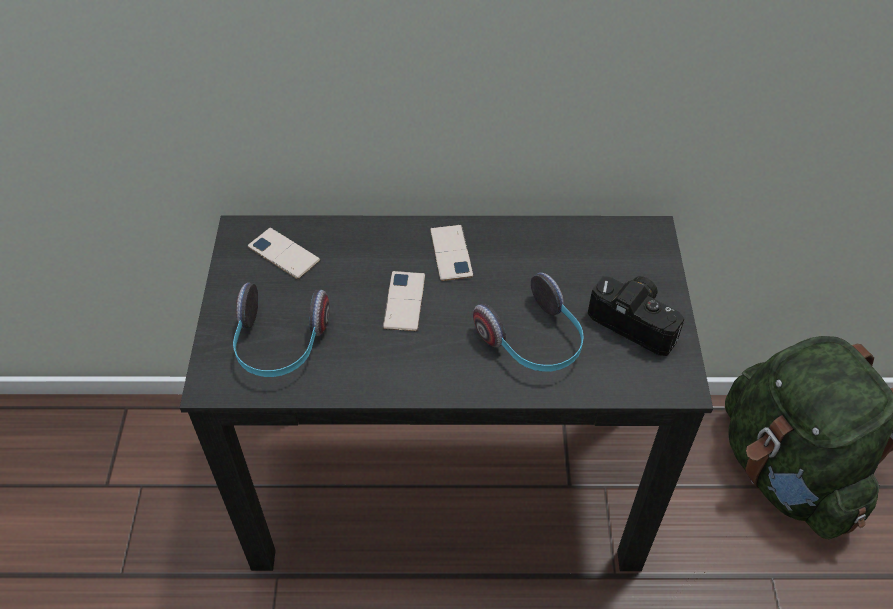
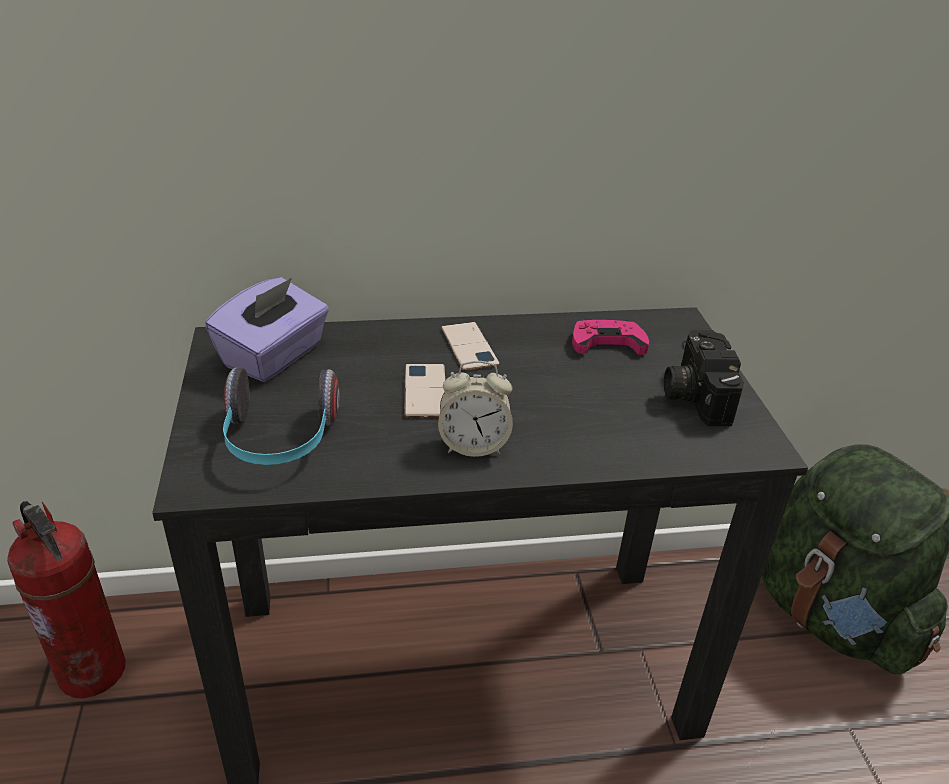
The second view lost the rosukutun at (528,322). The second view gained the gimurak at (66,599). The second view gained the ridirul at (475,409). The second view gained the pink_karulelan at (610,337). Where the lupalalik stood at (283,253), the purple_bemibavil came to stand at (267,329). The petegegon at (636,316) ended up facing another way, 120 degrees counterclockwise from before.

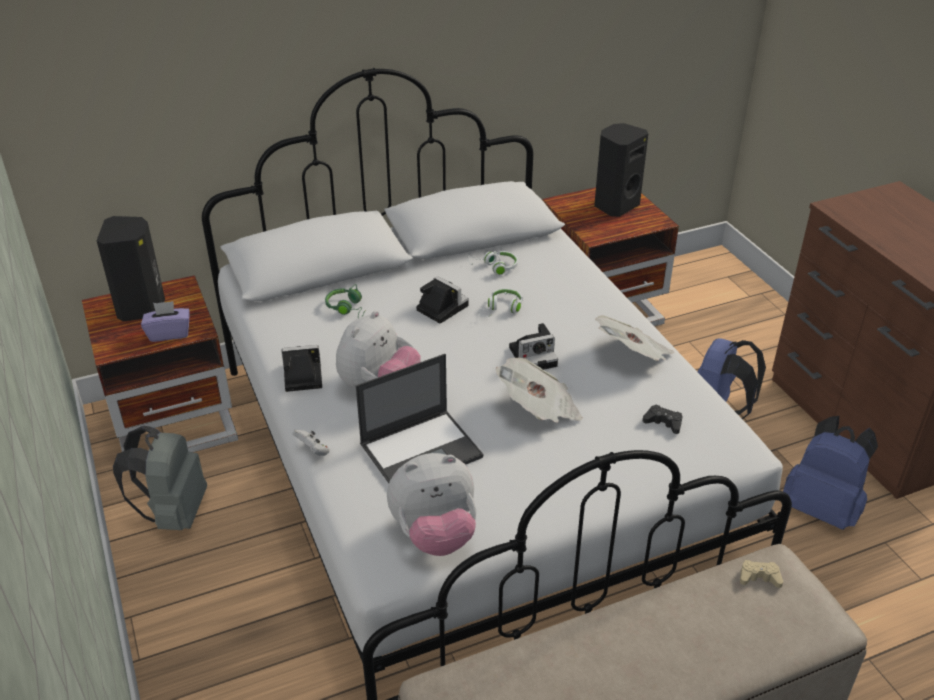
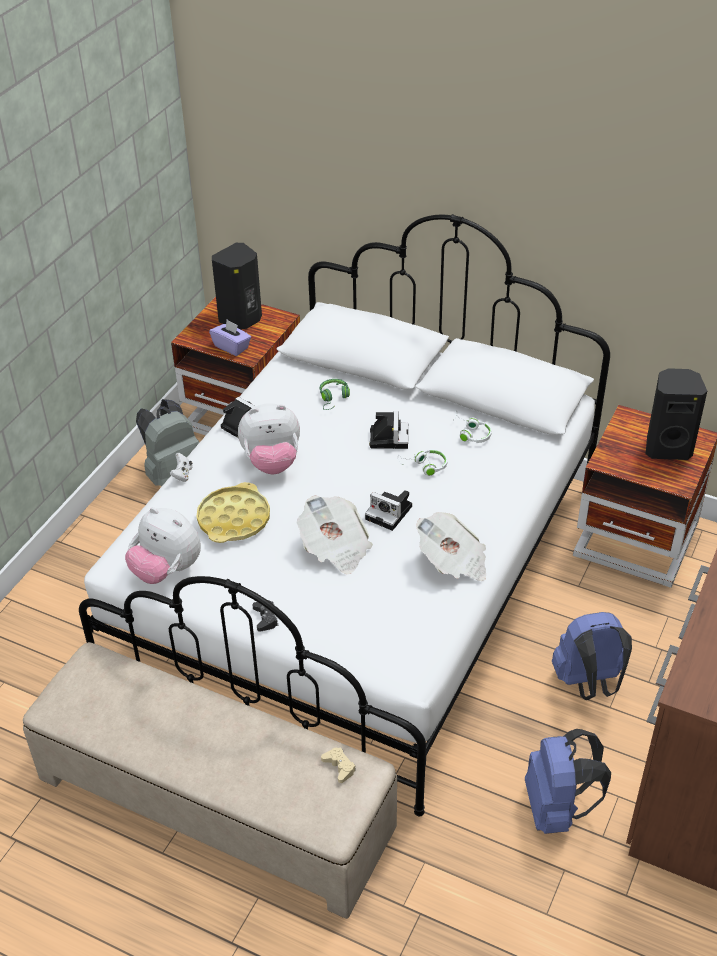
The black_karulelan ended up elsewhere, having gone from (663,419) to (265,616). Where the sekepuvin stood at (420,418), the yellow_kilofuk came to stand at (233,512).

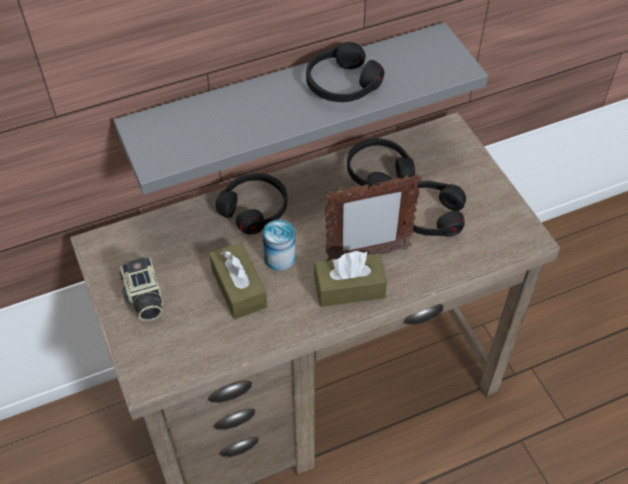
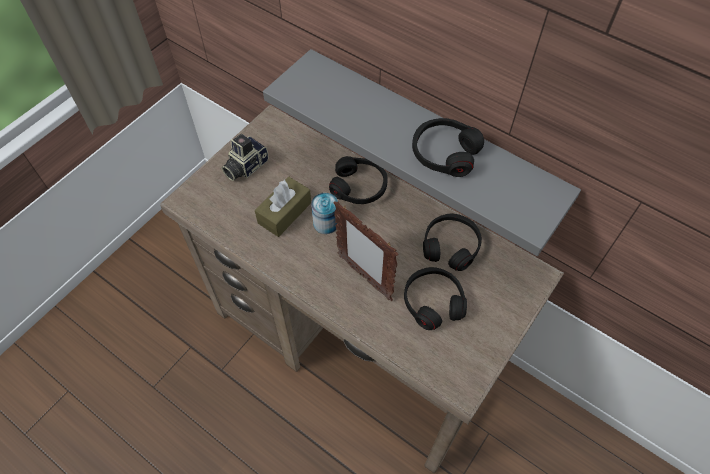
The second view lost the brown_bemibavil at (350,279).

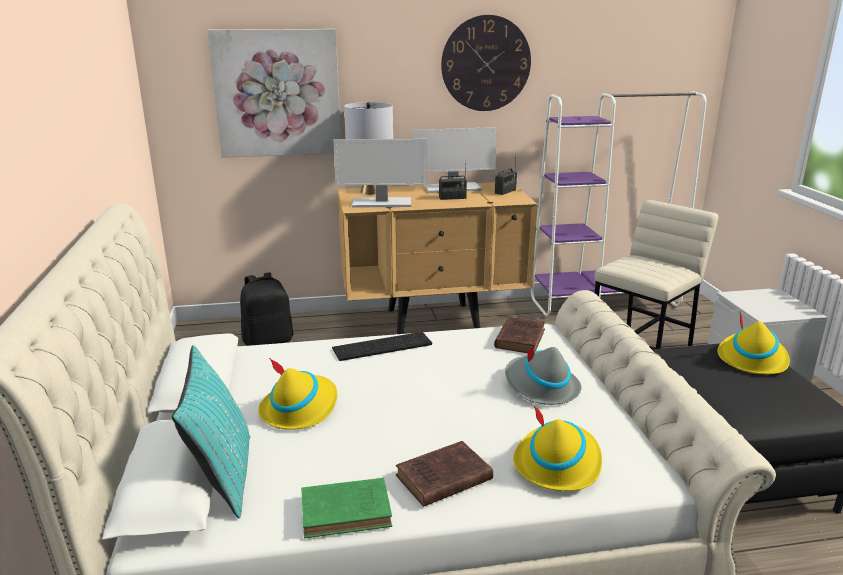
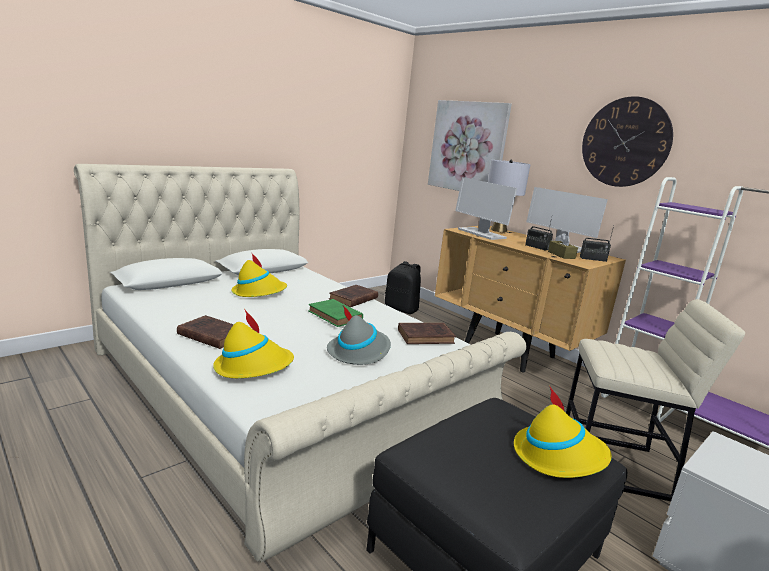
The second view lost the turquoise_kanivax at (211,431). The second view gained the brown_bemibavil at (563,246). The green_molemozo ended up elsewhere, having gone from (346,508) to (335,313). Where the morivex stood at (382,346), the brown_molemozo came to stand at (353,296).

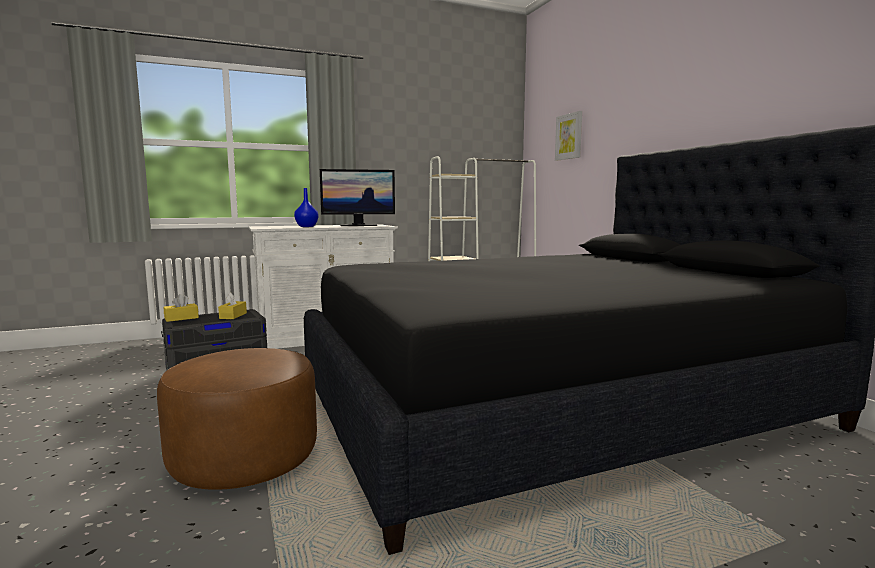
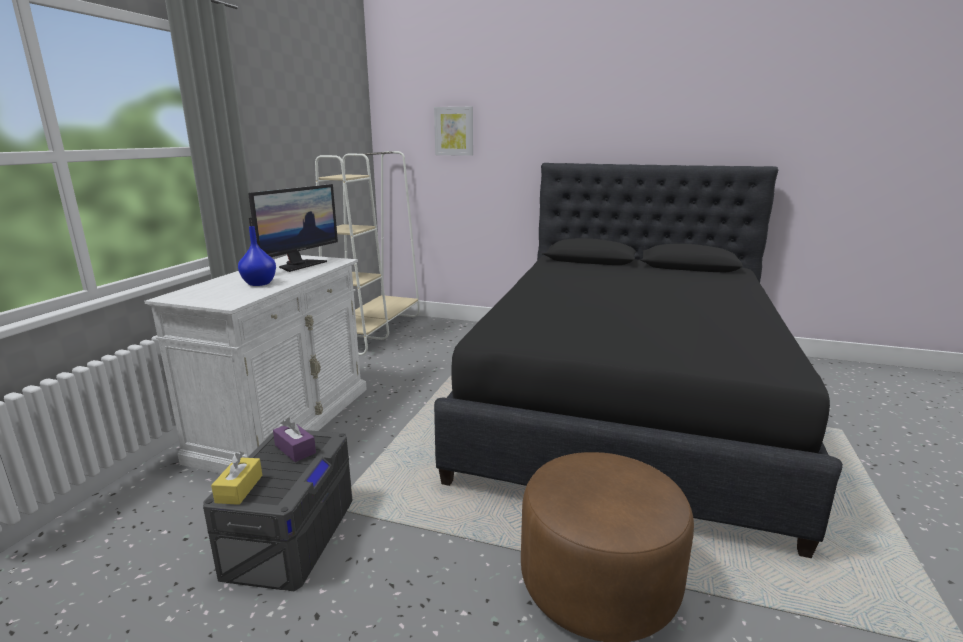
What was the yellow_bemibavil at (232,305) turned into the purple_bemibavil at (294,440).

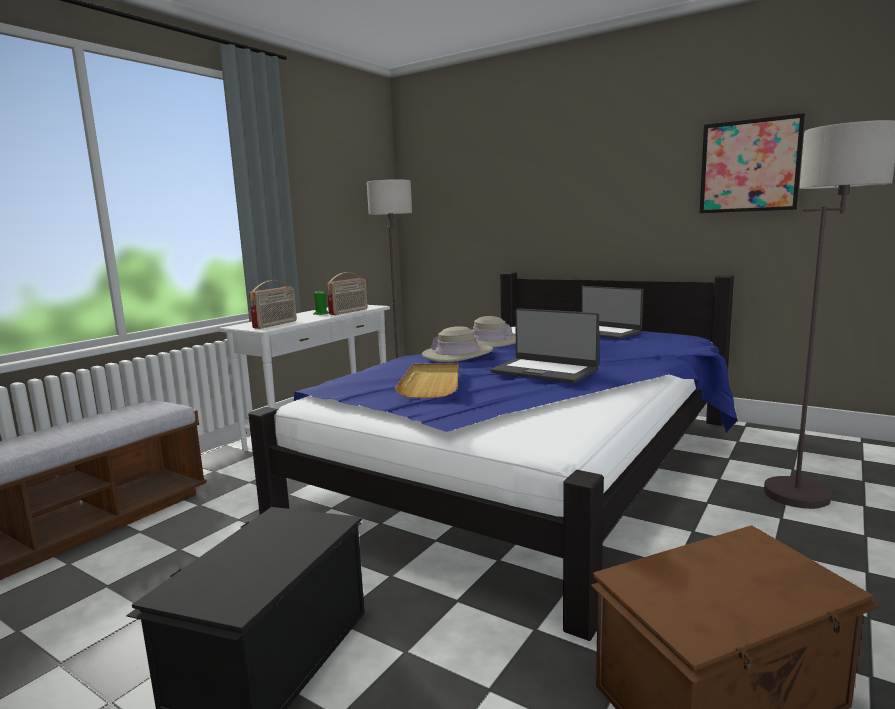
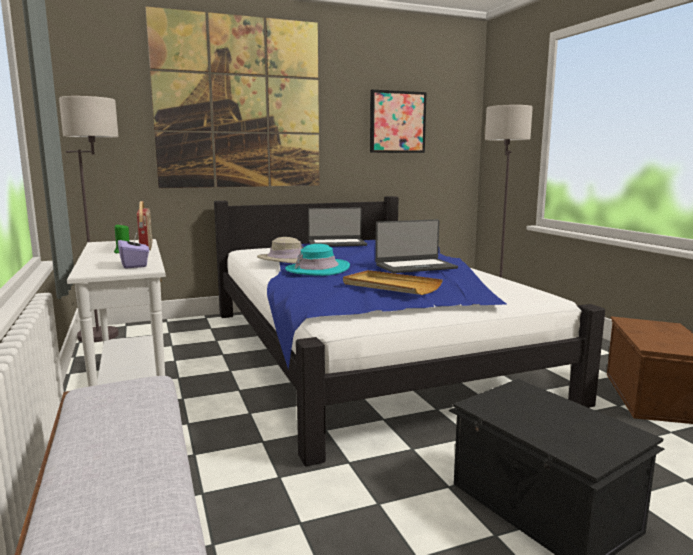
The second view gained the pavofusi at (232,97). Where the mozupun stood at (273,304), the purple_bemibavil came to stand at (133,250). What was the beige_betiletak at (457,344) turned into the turquoise_betiletak at (317,260).

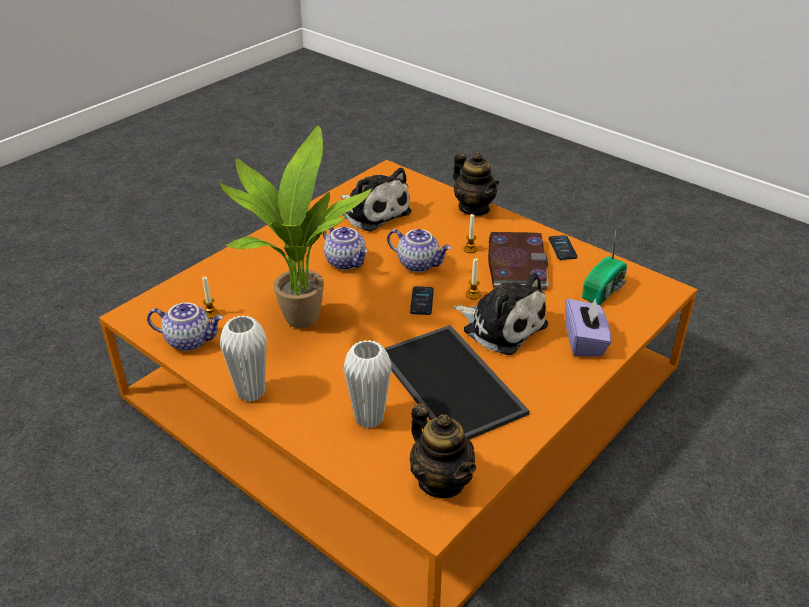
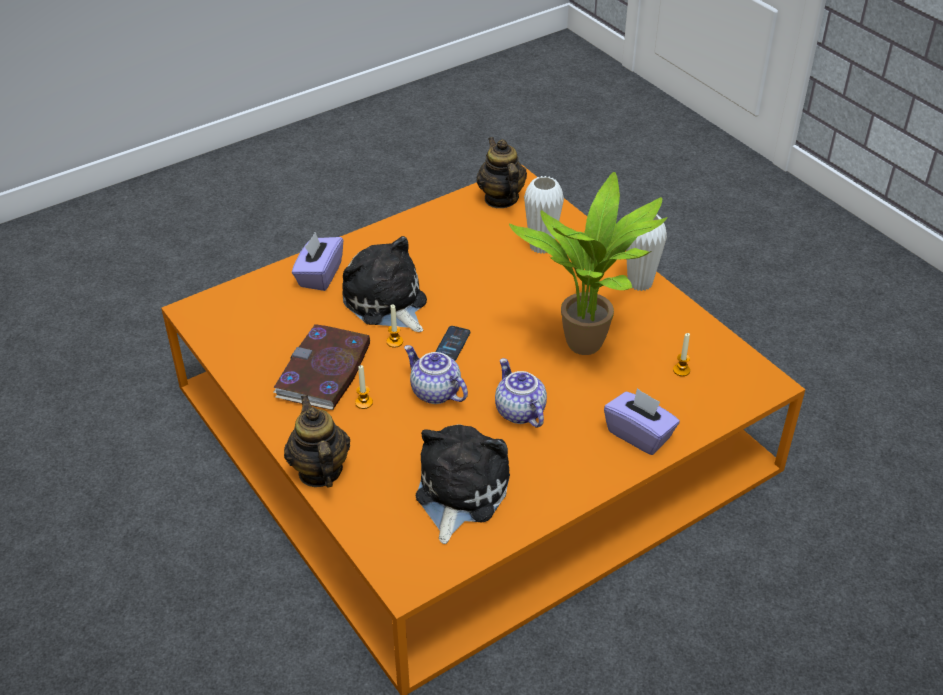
The second view lost the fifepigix at (185,327). The second view lost the kilofuk at (456,382). The second view lost the lupalalik at (563,247). The second view lost the mozupun at (604,268). The second view gained the purple_bemibavil at (642,421). The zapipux at (376,200) ended up facing another way, 45 degrees clockwise from before.

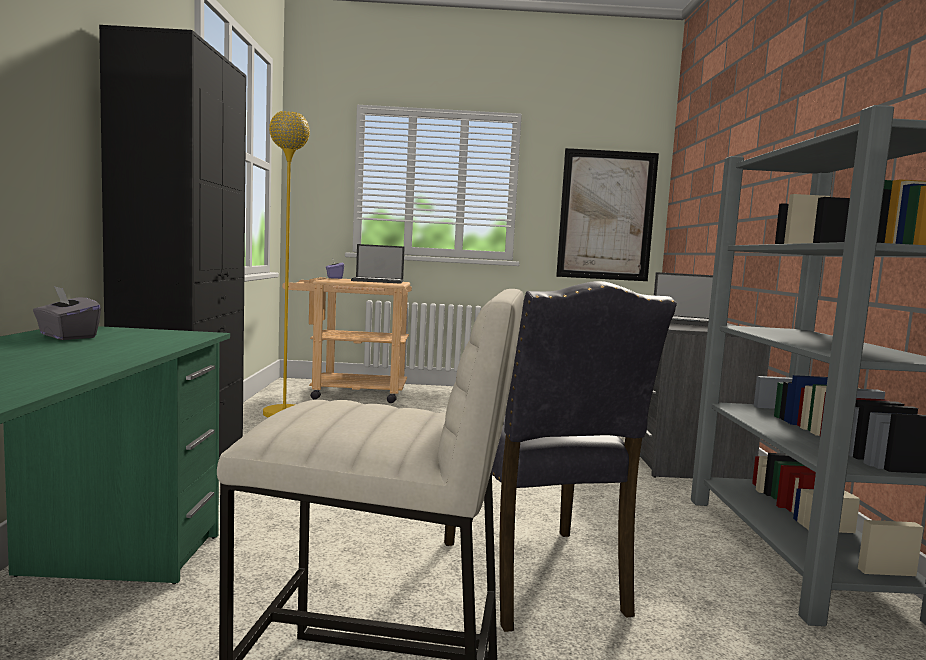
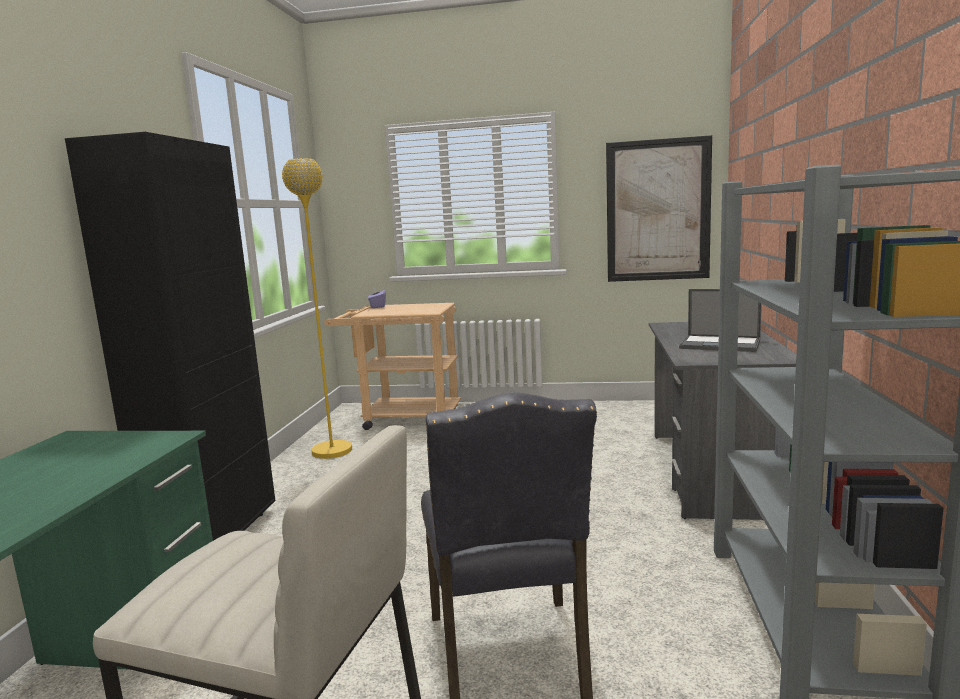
The second view lost the grey_bemibavil at (67,313). The second view lost the sekepuvin at (378,264).

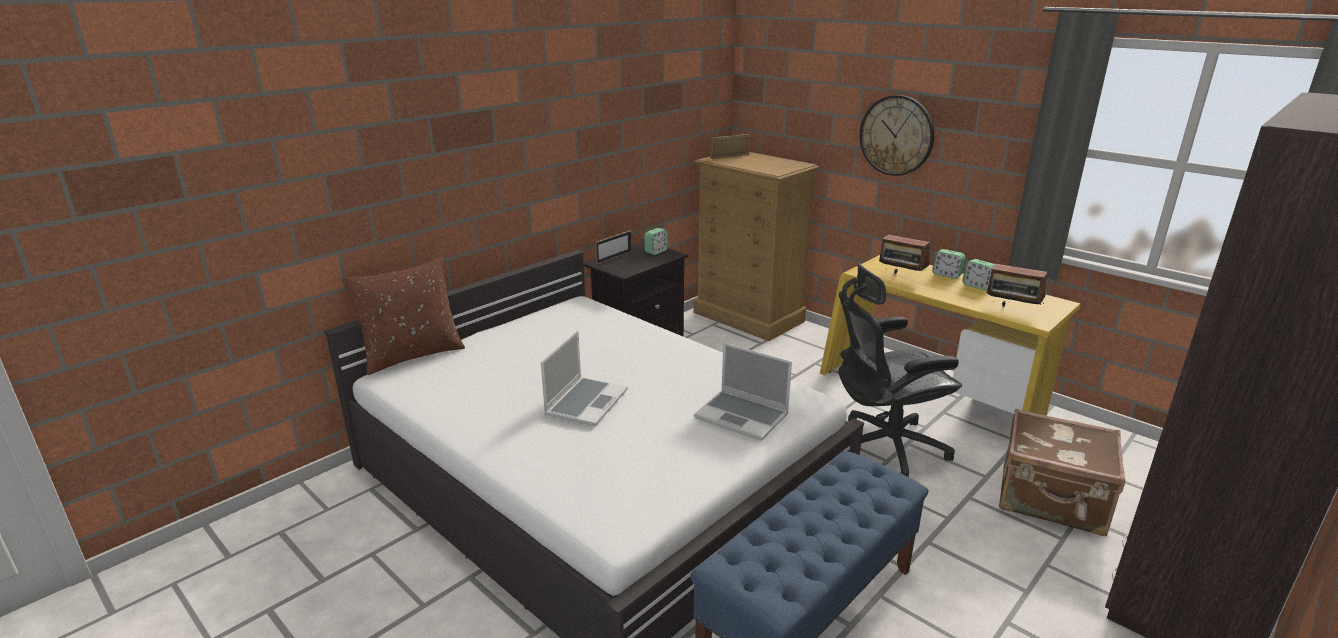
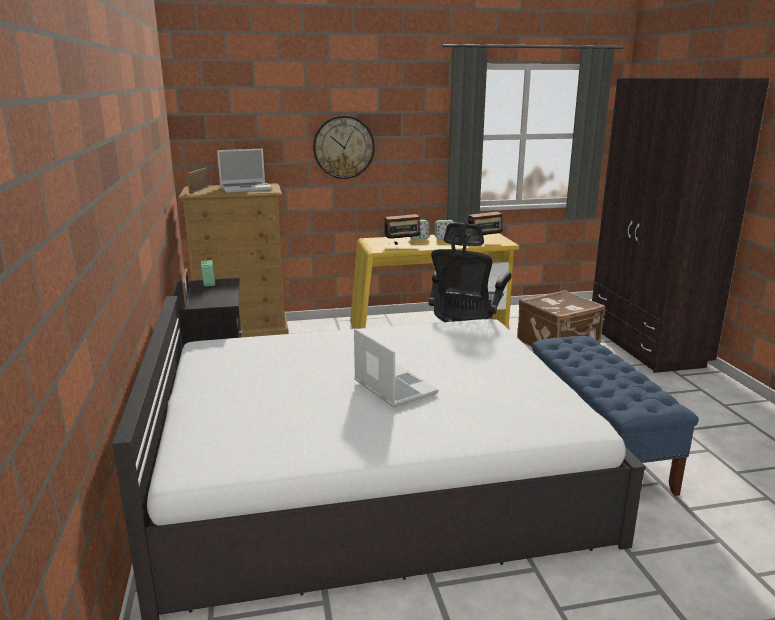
The second view lost the brown_kanivax at (404,316). The sekepuvin ended up elsewhere, having gone from (743,391) to (244,171).

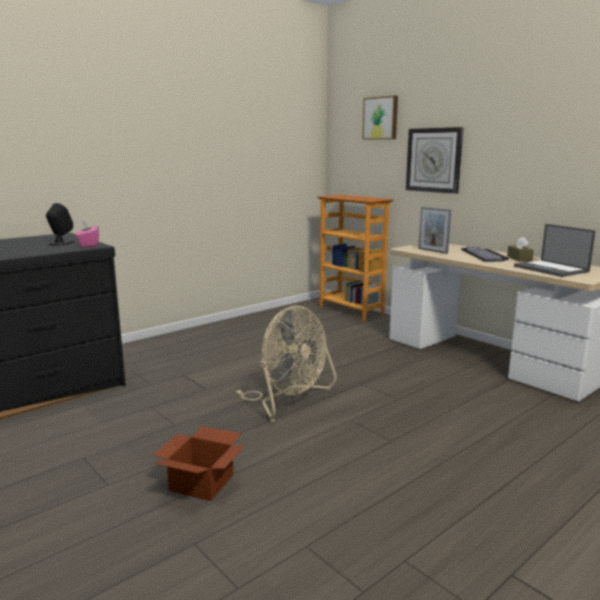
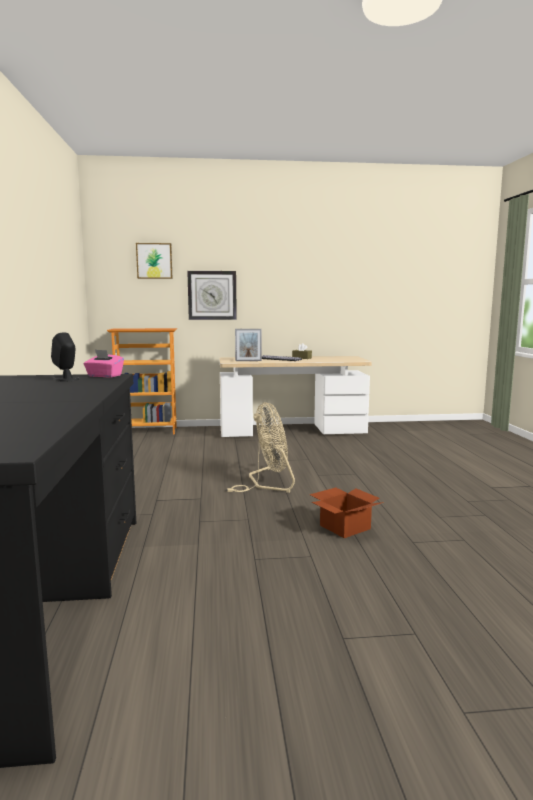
The second view lost the sekepuvin at (555,250).

